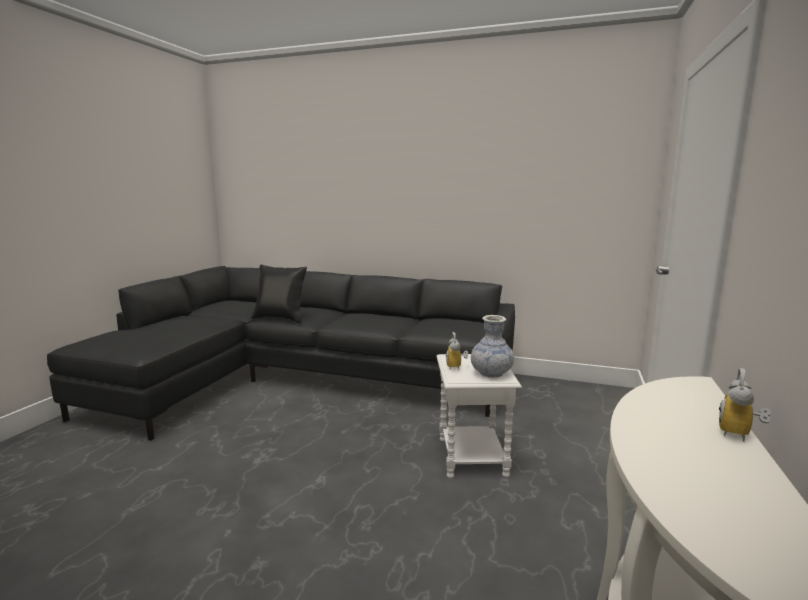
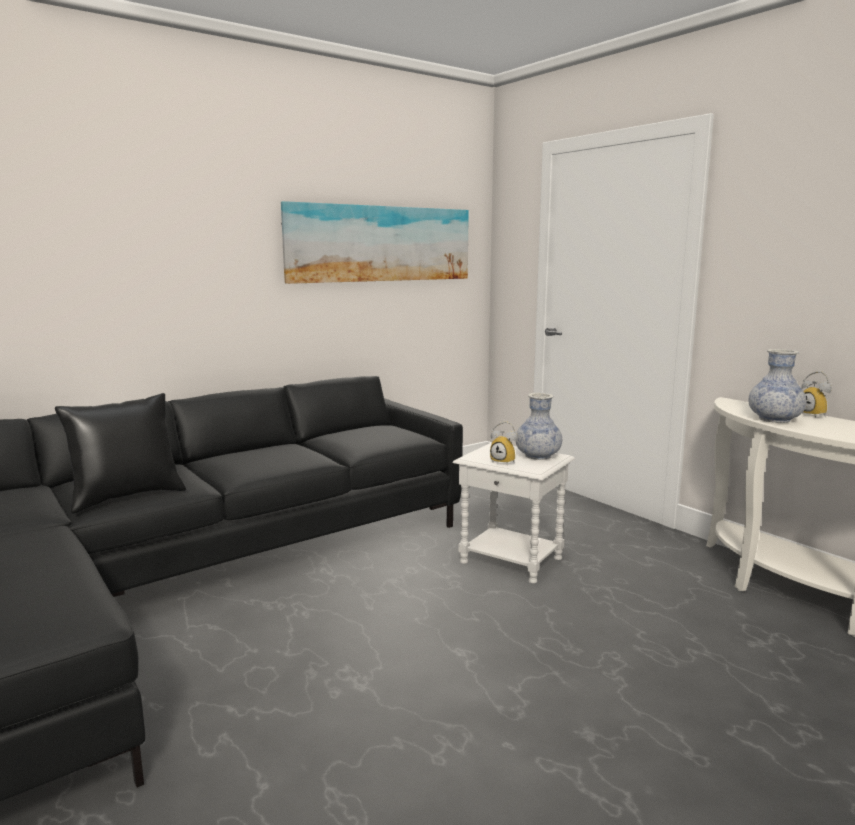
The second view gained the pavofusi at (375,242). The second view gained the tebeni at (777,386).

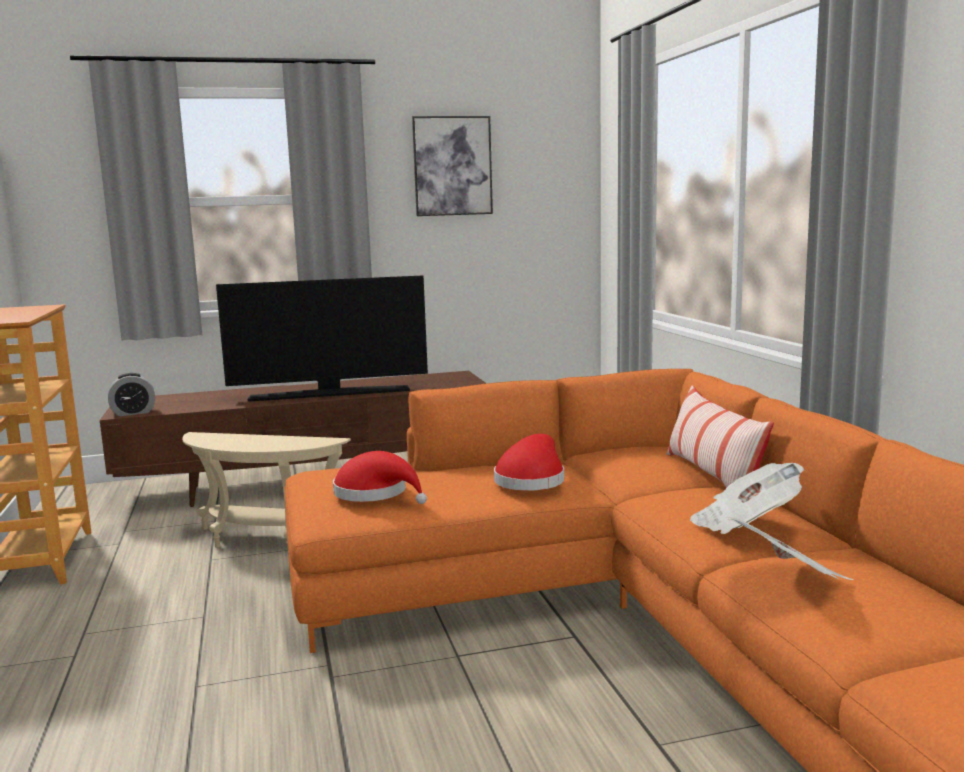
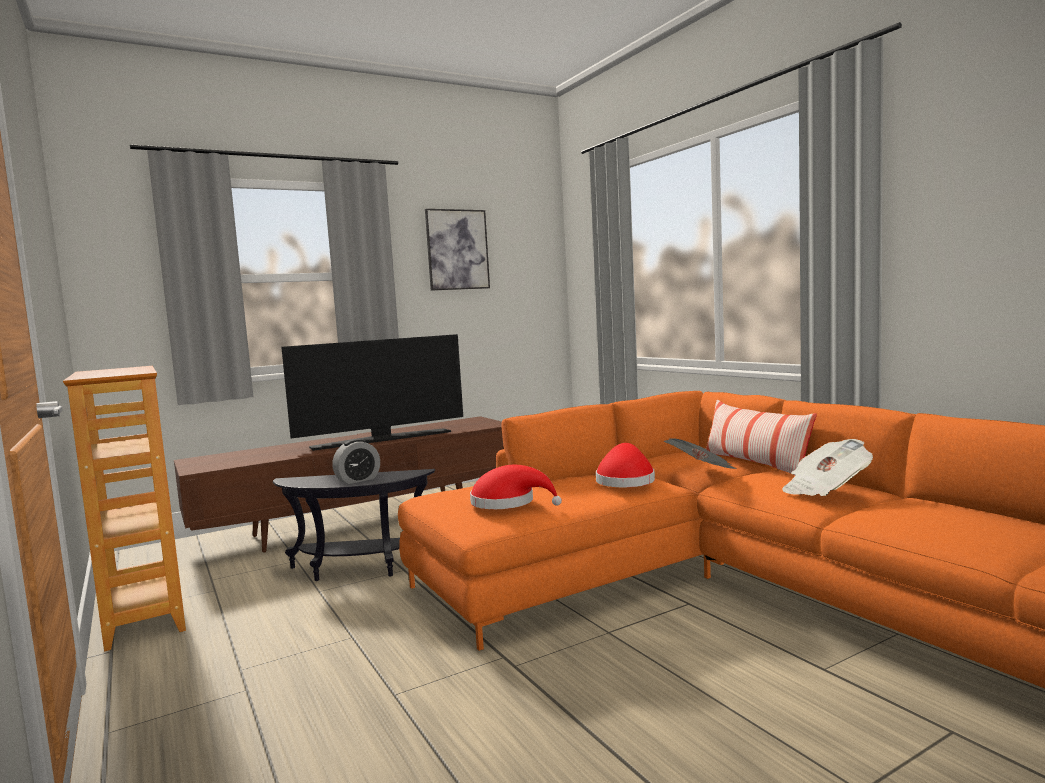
The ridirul ended up elsewhere, having gone from (131,394) to (356,461). The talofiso ended up elsewhere, having gone from (790,548) to (700,453). What was the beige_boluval at (266,490) turned into the black_boluval at (354,525).

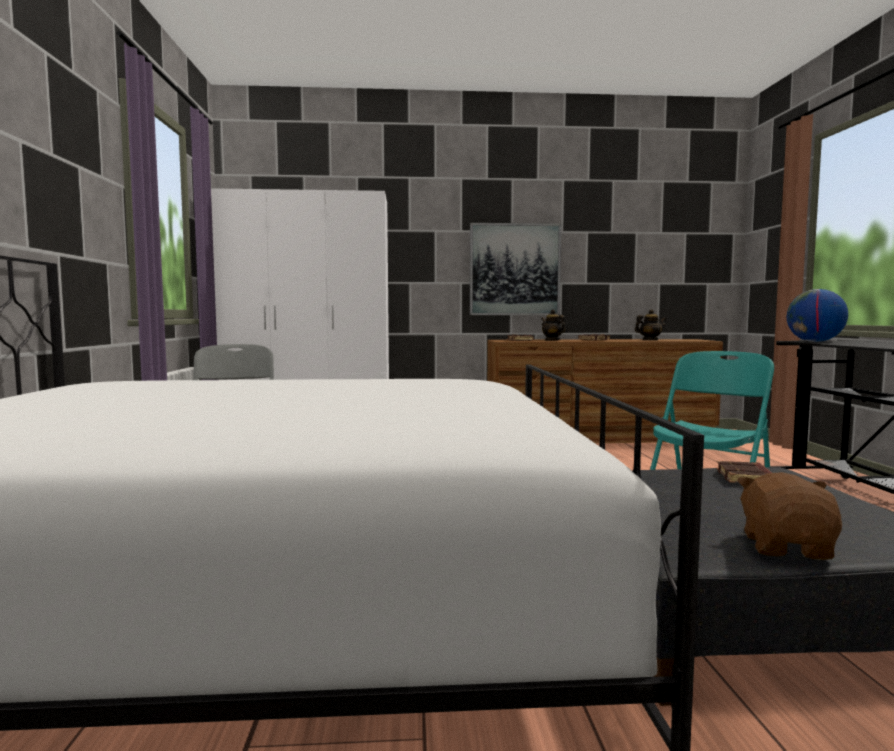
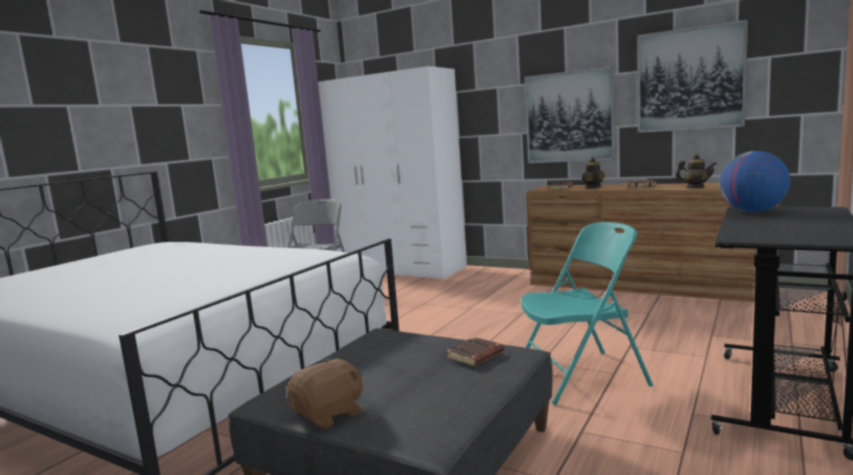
The second view gained the pavofusi at (692,76).

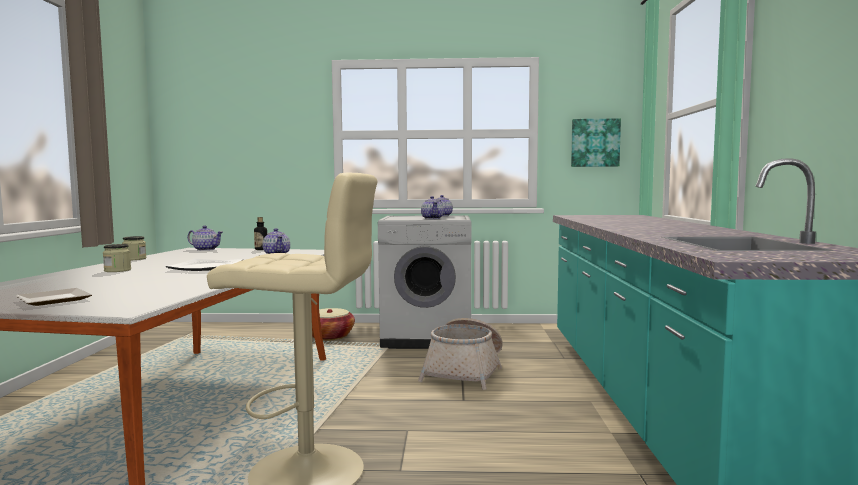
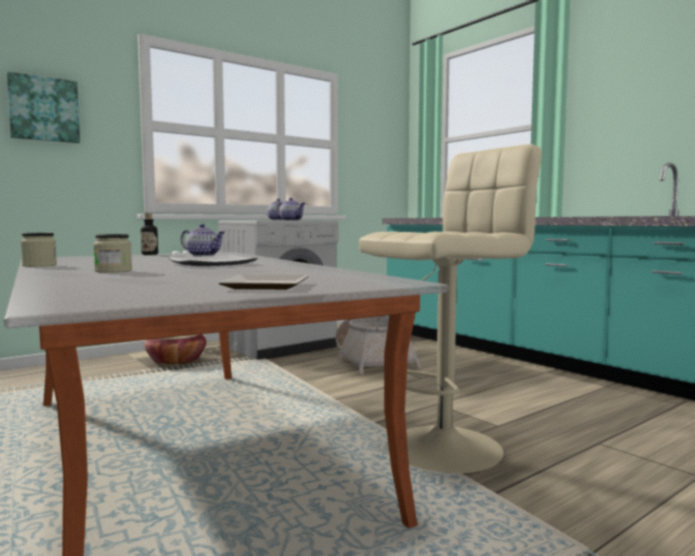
The second view lost the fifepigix at (205,238). The pavofusi ended up elsewhere, having gone from (596,142) to (43,107).

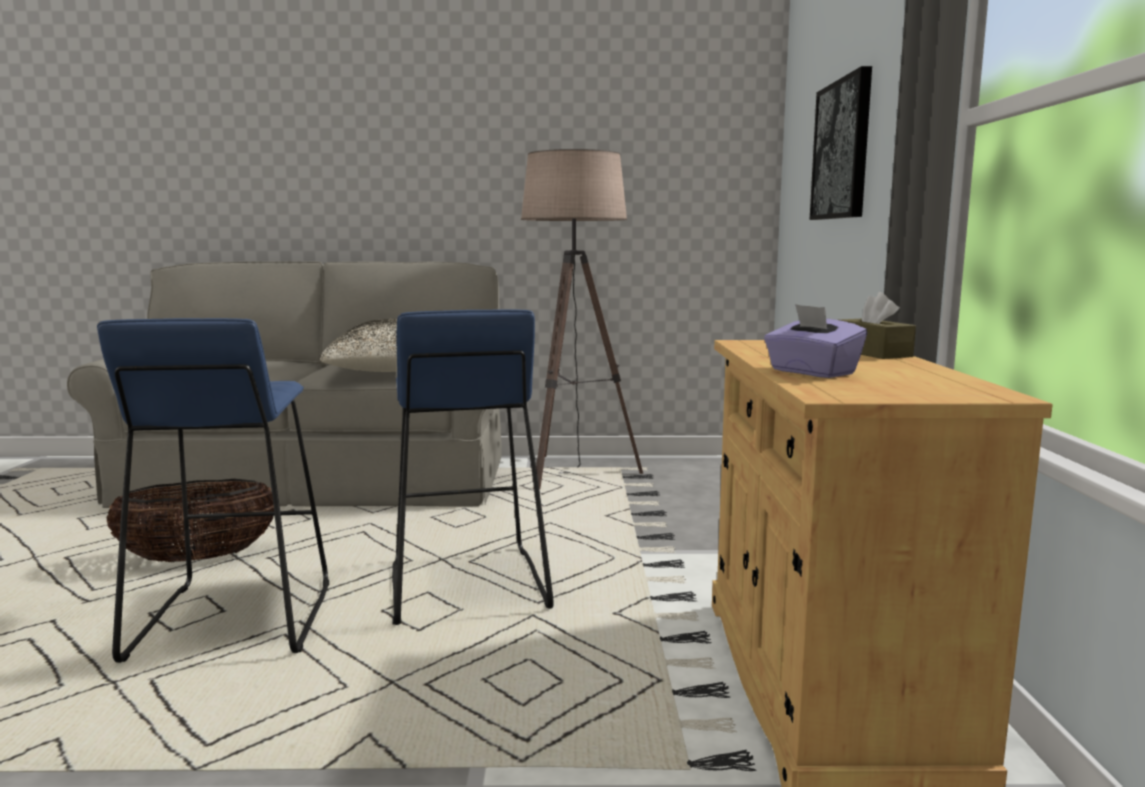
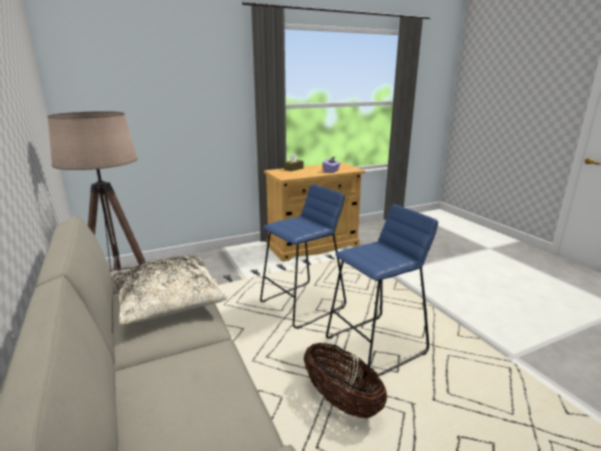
The second view lost the pavofusi at (841,143).

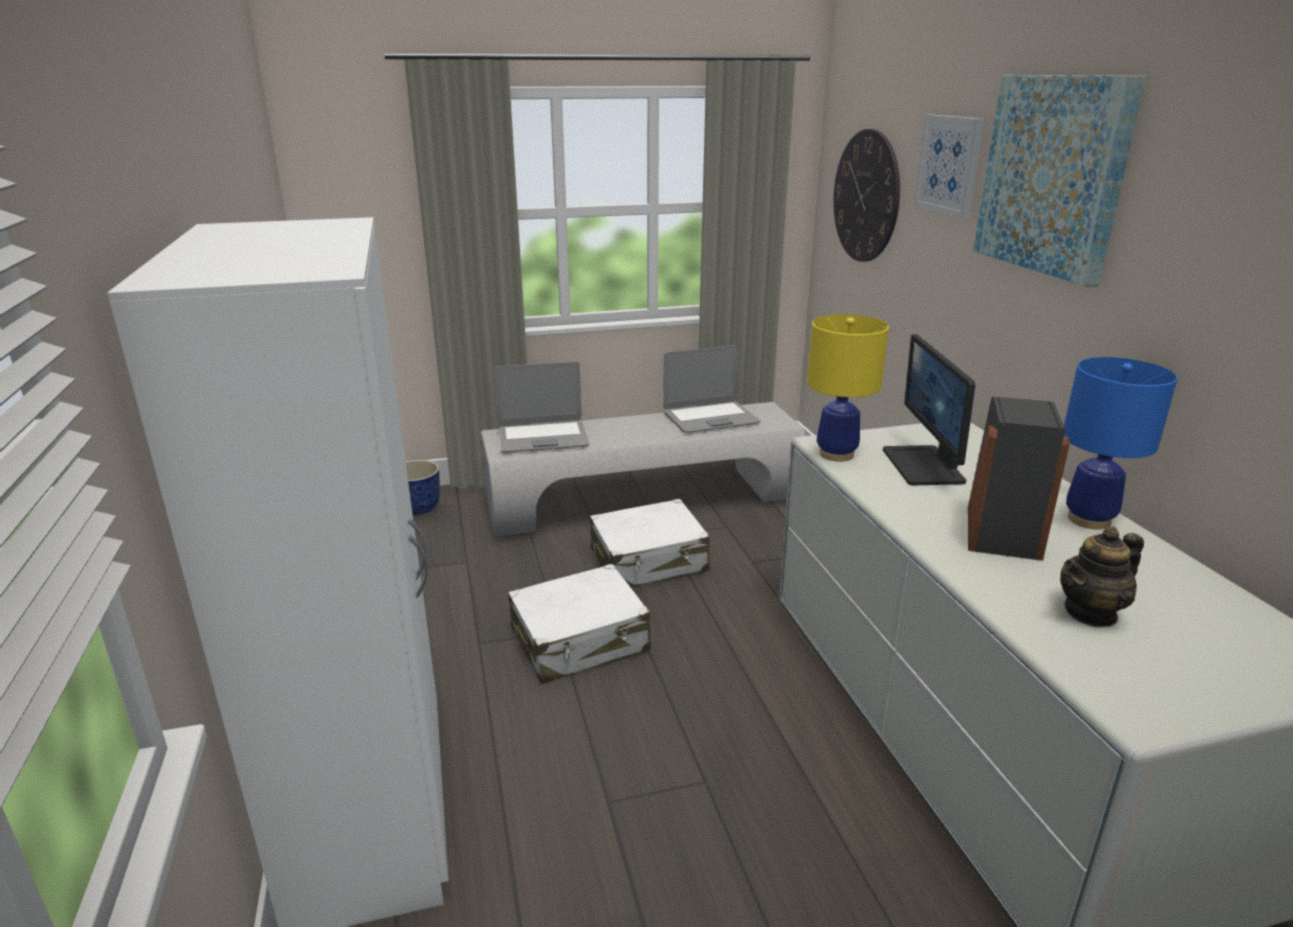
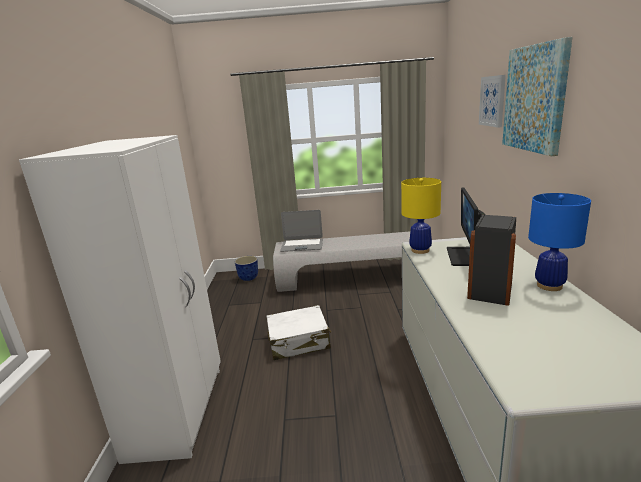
The second view lost the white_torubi at (650,543). The second view lost the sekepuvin at (711,389). The second view lost the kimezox at (867,195). The second view lost the fifepigix at (1102,576).

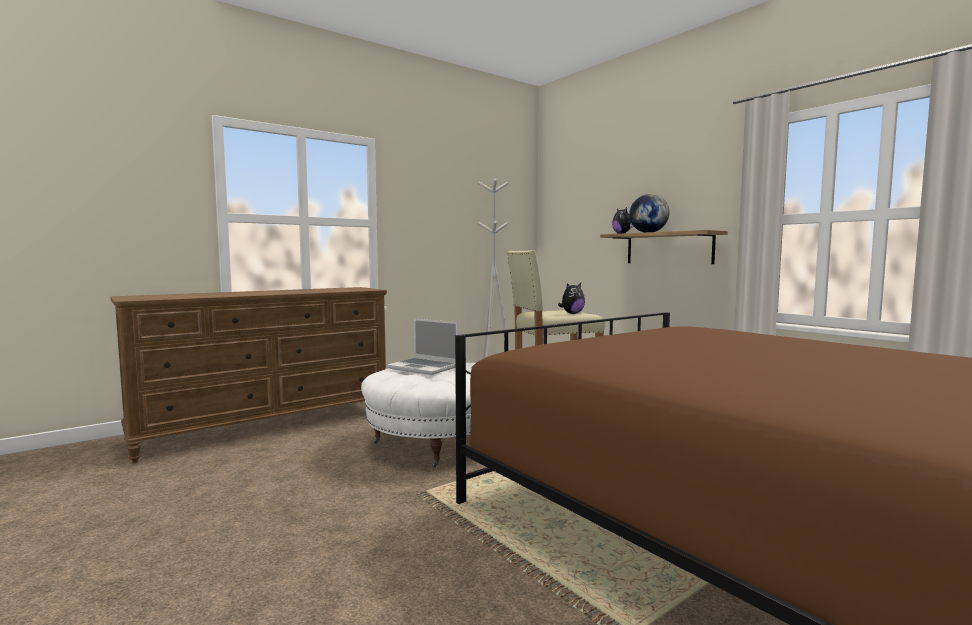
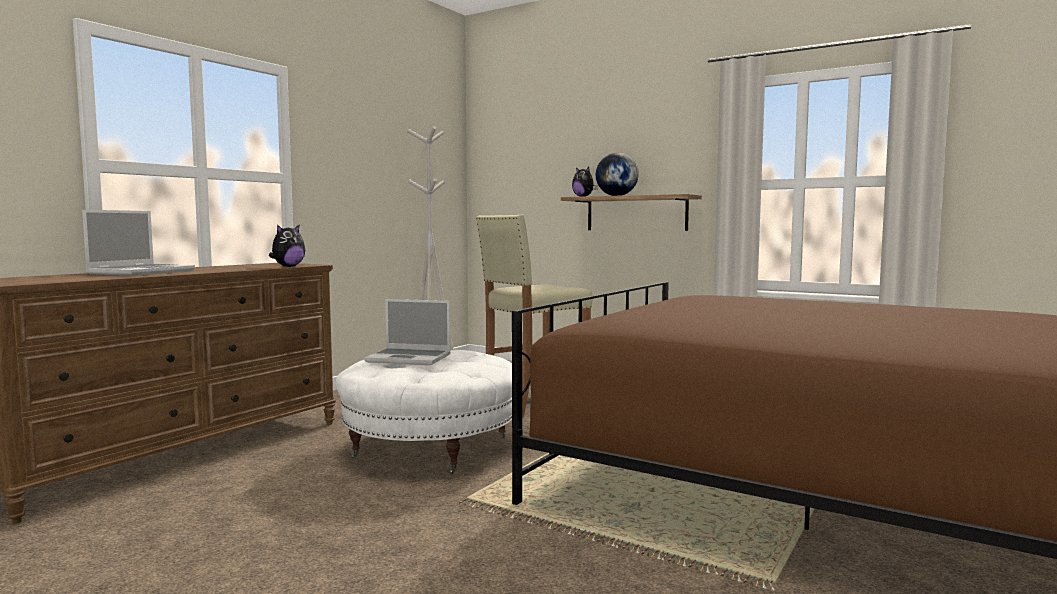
The second view gained the sekepuvin at (138,243). The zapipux ended up elsewhere, having gone from (571,298) to (287,245).

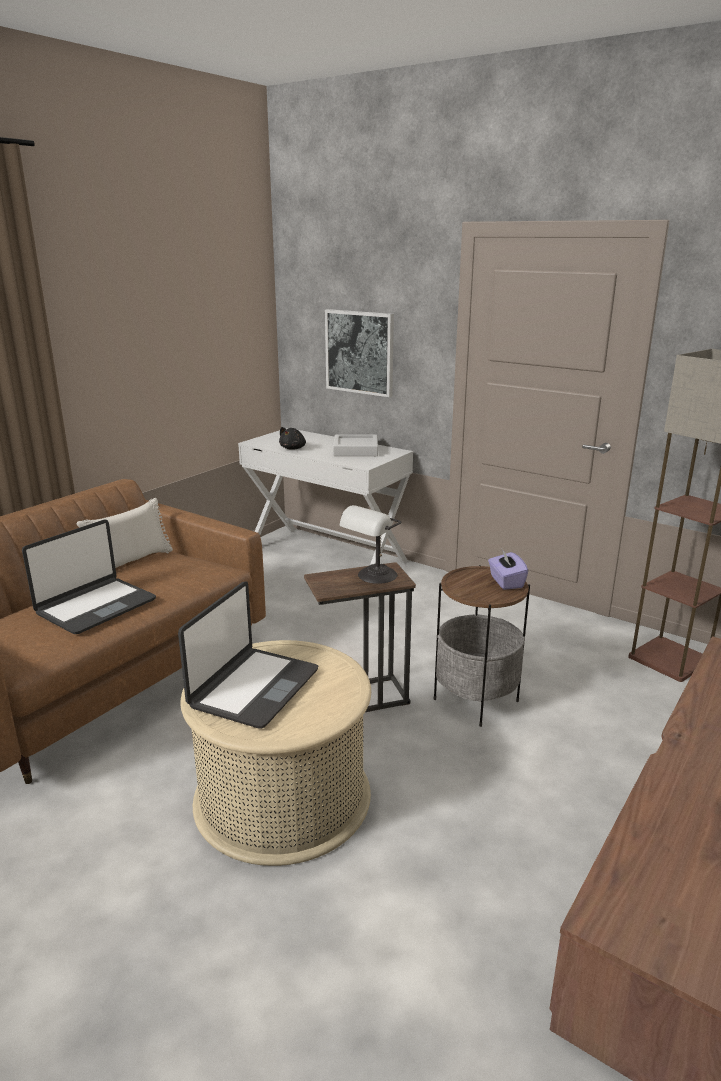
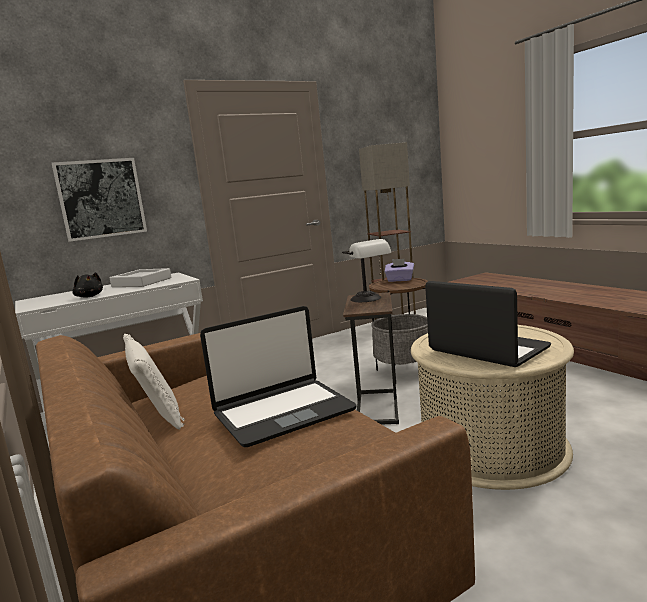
The sekepuvin at (89,577) ended up facing another way, 90 degrees clockwise from before.

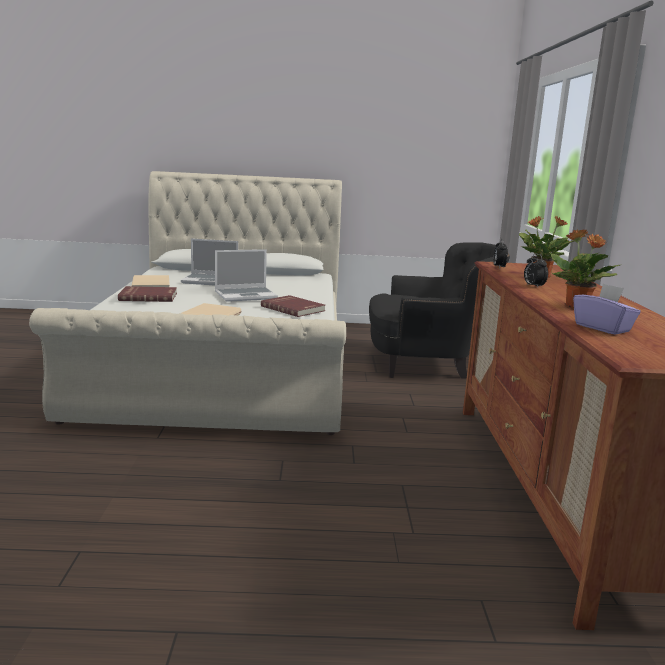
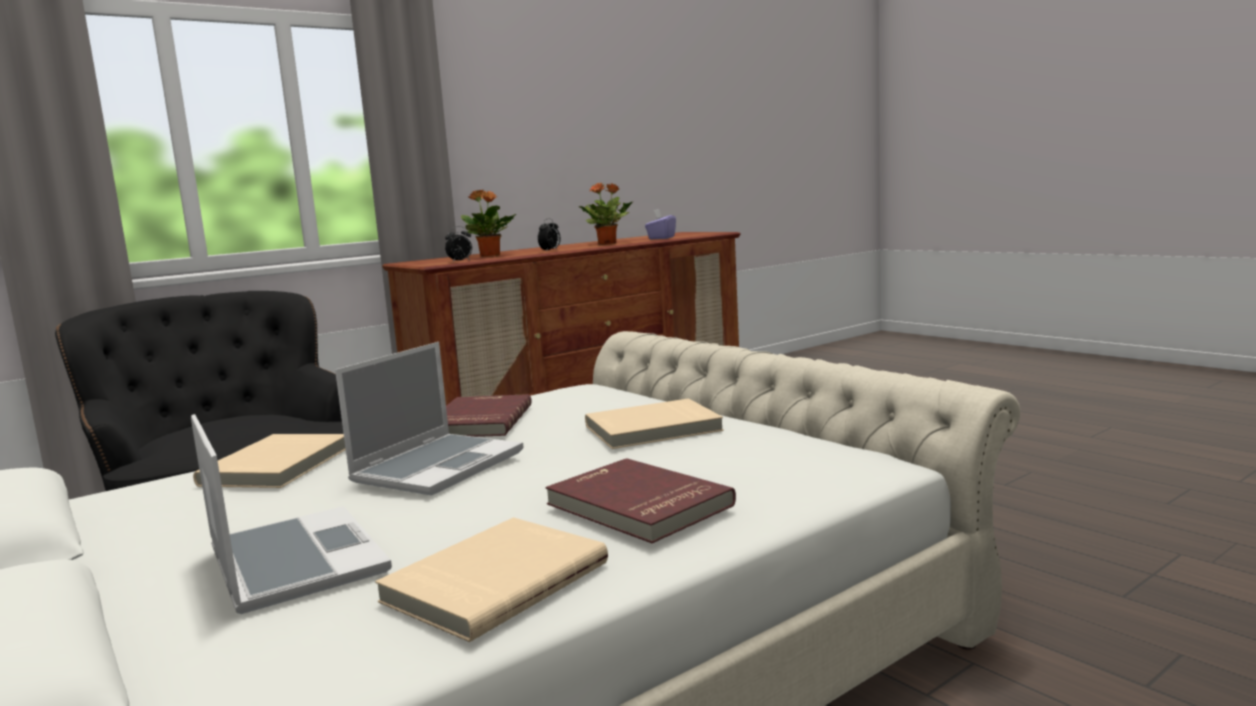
The second view gained the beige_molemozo at (269,461). The sekepuvin at (246,275) ended up facing another way, 90 degrees clockwise from before.

